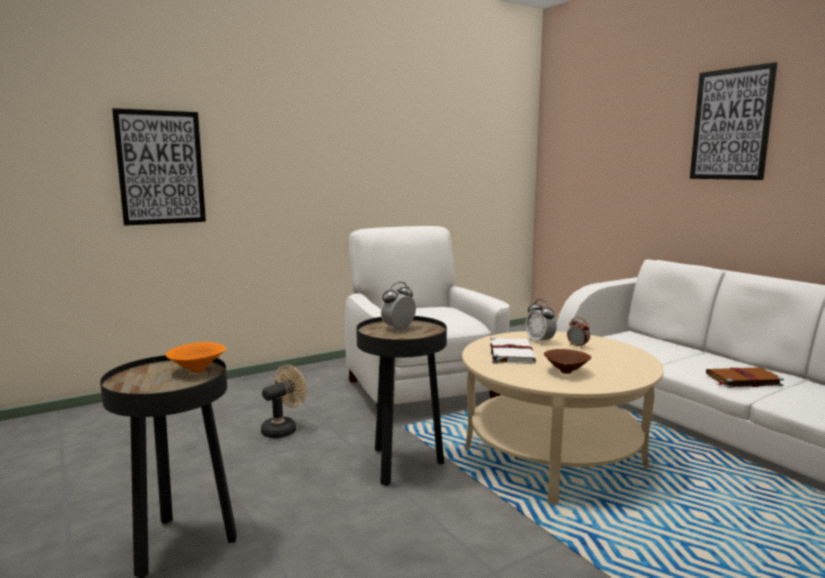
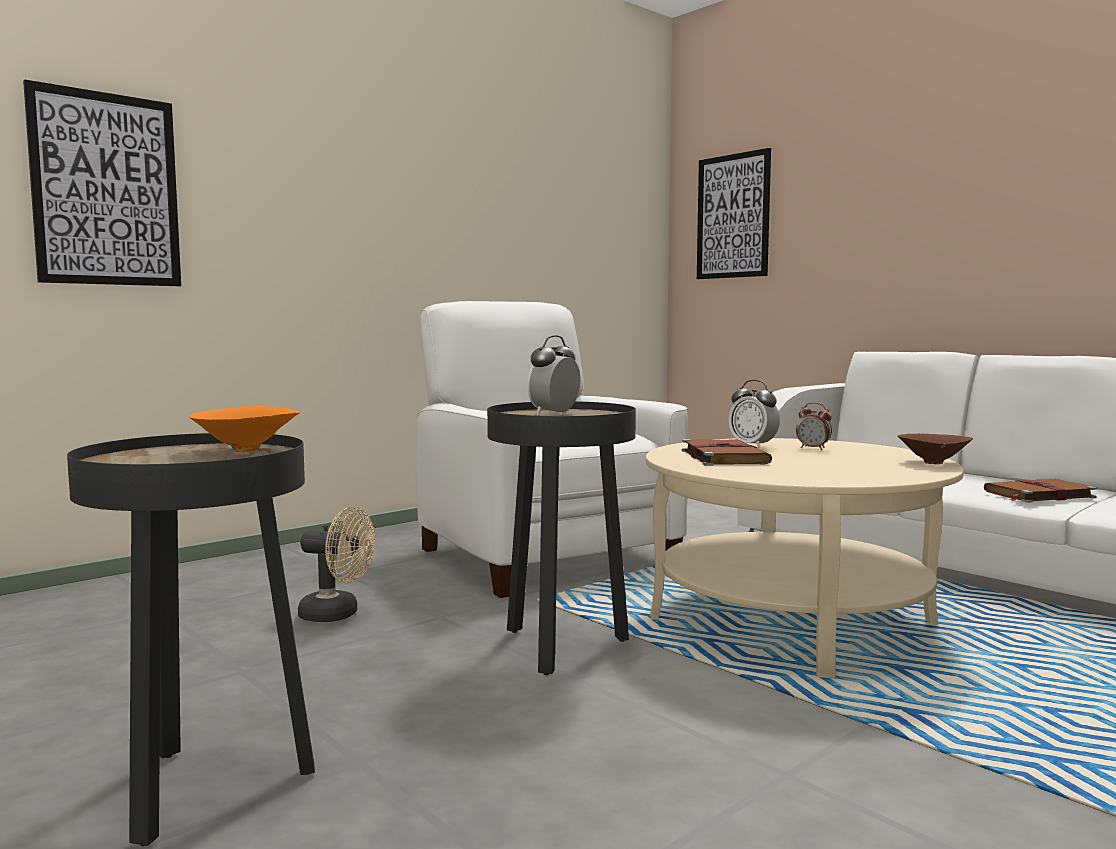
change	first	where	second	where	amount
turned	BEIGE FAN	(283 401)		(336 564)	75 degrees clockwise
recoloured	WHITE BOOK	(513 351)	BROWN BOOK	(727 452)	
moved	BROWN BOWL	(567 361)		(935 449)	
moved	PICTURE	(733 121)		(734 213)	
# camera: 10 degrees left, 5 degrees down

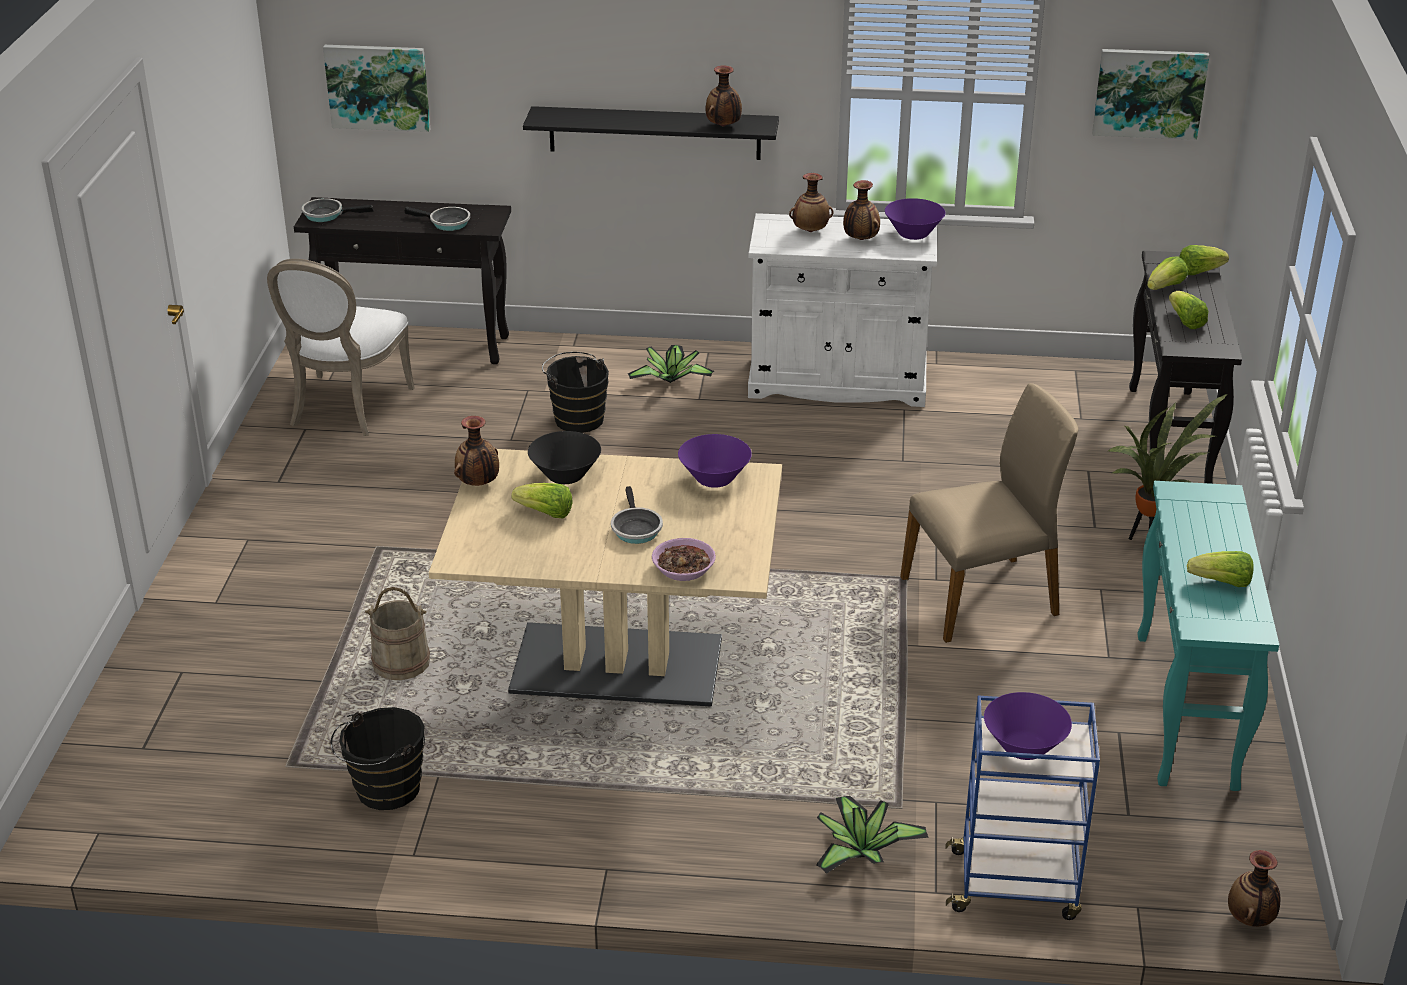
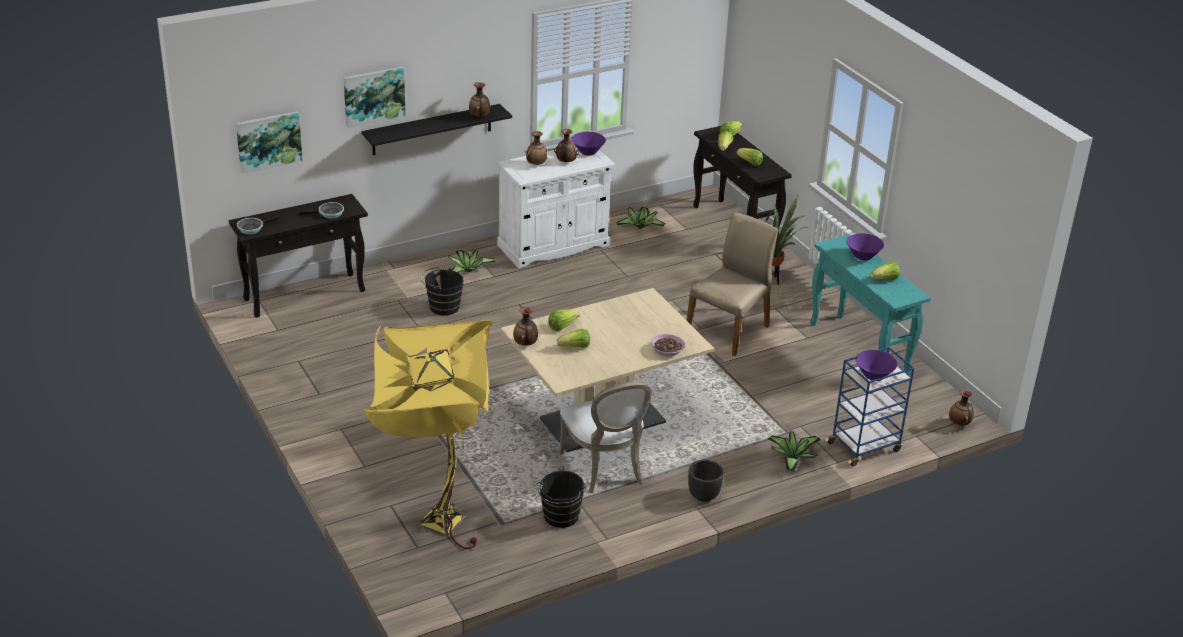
change	first	where	second	where	amount
moved	WHITE CHAIR	(341 347)		(605 437)	
removed	BEIGE BUCKET	(397 633)			
replaced	BLACK BOWL	(564 457)	LETTUCE	(563 320)	
removed	FRYING PAN	(637 515)			
moved	PURPLE BOWL	(715 461)		(865 246)	
moved	PICTURE	(1150 94)		(375 97)	
added			YELLOW FLOOR LAMP	(429 435)	
added			POTTED PLANT	(641 218)	
added			BLACK PLANTER	(706 481)	
# camera: 35 degrees left, 0 degrees up

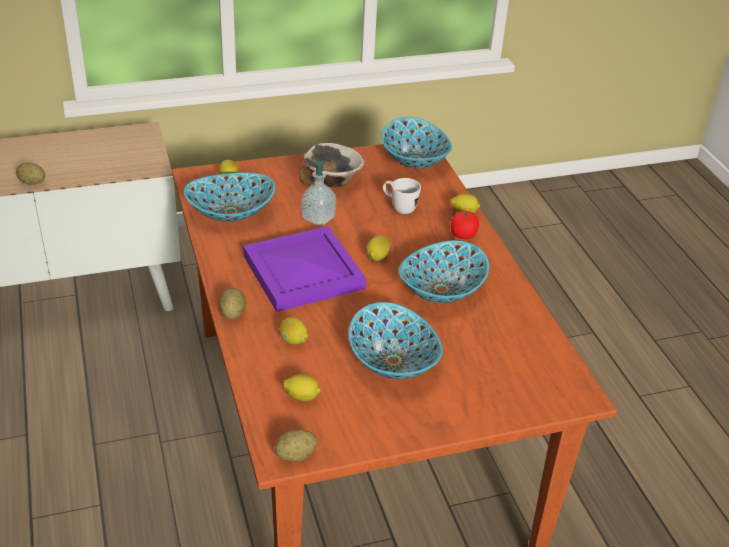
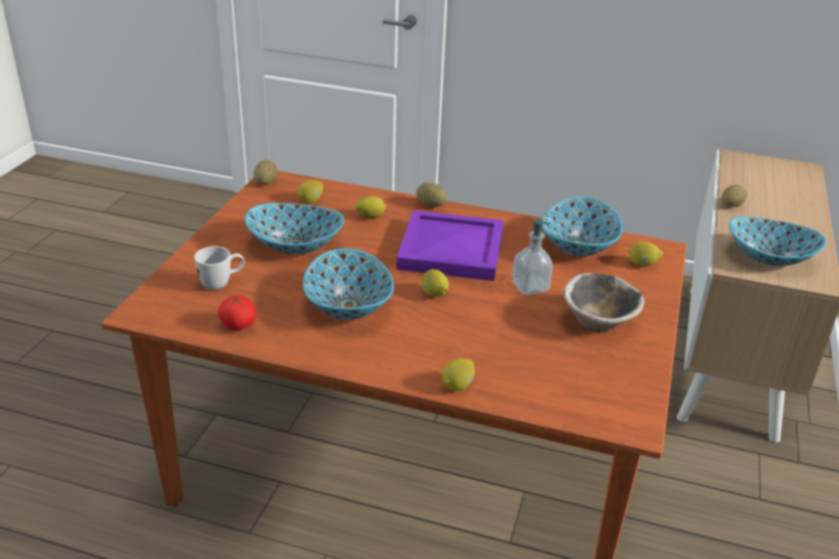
change	first	where	second	where	amount
moved	BOWL	(417 143)		(777 241)	
moved	WHITE MUG	(402 196)		(219 268)	
moved	TOMATO	(465 225)		(237 312)	
# camera: 125 degrees right, 5 degrees down

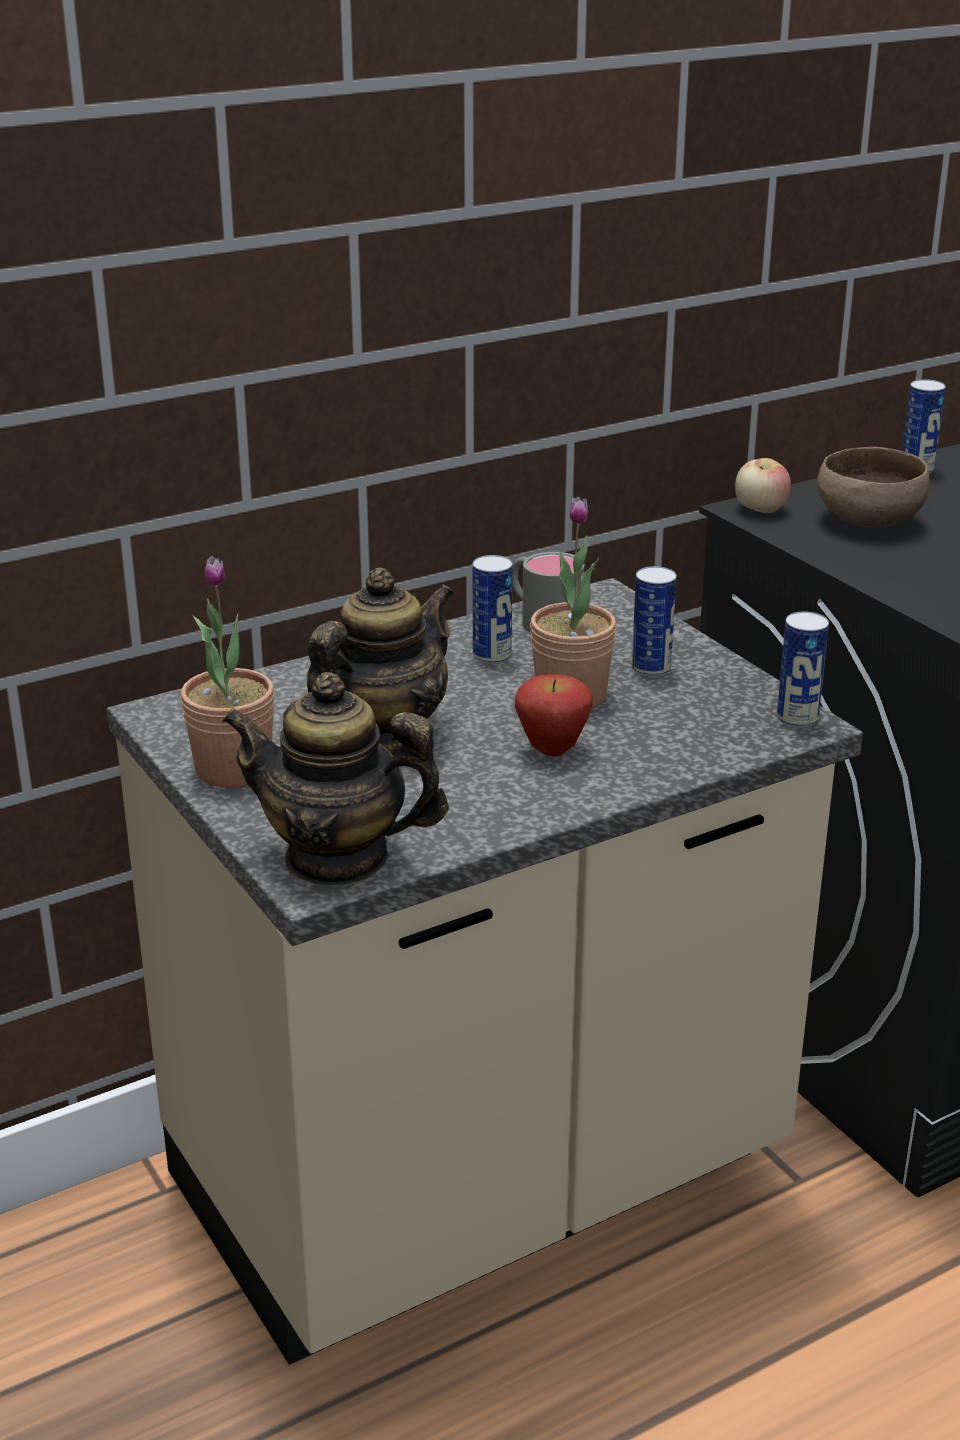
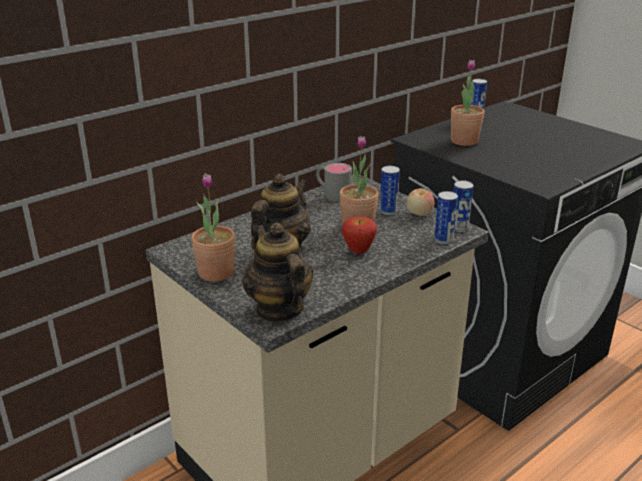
change	first	where	second	where	amount
turned	TEAPOT	(335 779)		(278 272)	60 degrees clockwise
moved	CAN	(493 609)		(446 217)	
moved	APPLE	(763 485)		(420 202)	
replaced	BROWN BOWL	(873 487)	POTTED PLANT	(468 103)	
# camera: 10 degrees left, 0 degrees up

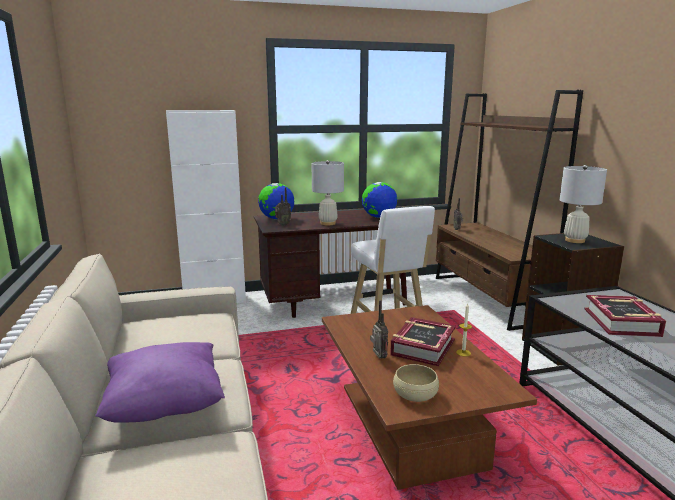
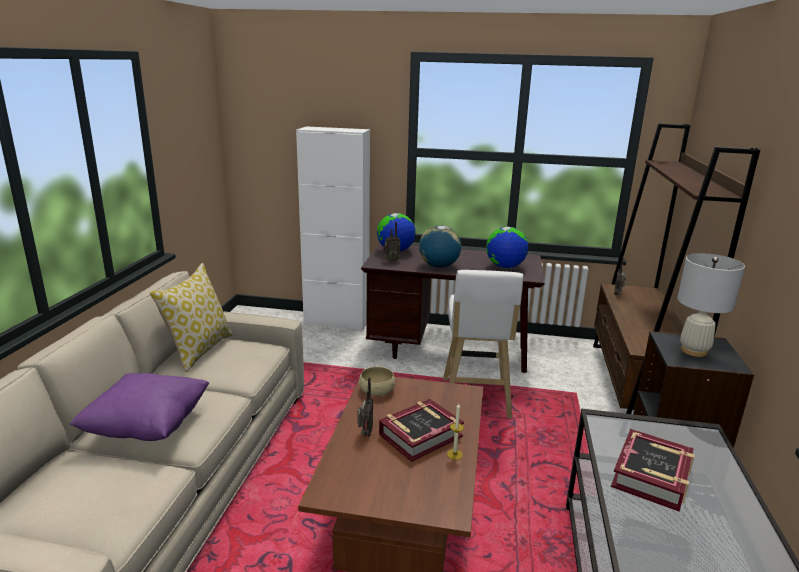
change	first	where	second	where	amount
replaced	WHITE TABLE LAMP	(327 192)	GLOBE	(440 247)	
moved	BEIGE BOWL	(416 383)		(377 381)	
added			PILLOW	(191 317)	
# camera: 25 degrees right, 5 degrees up

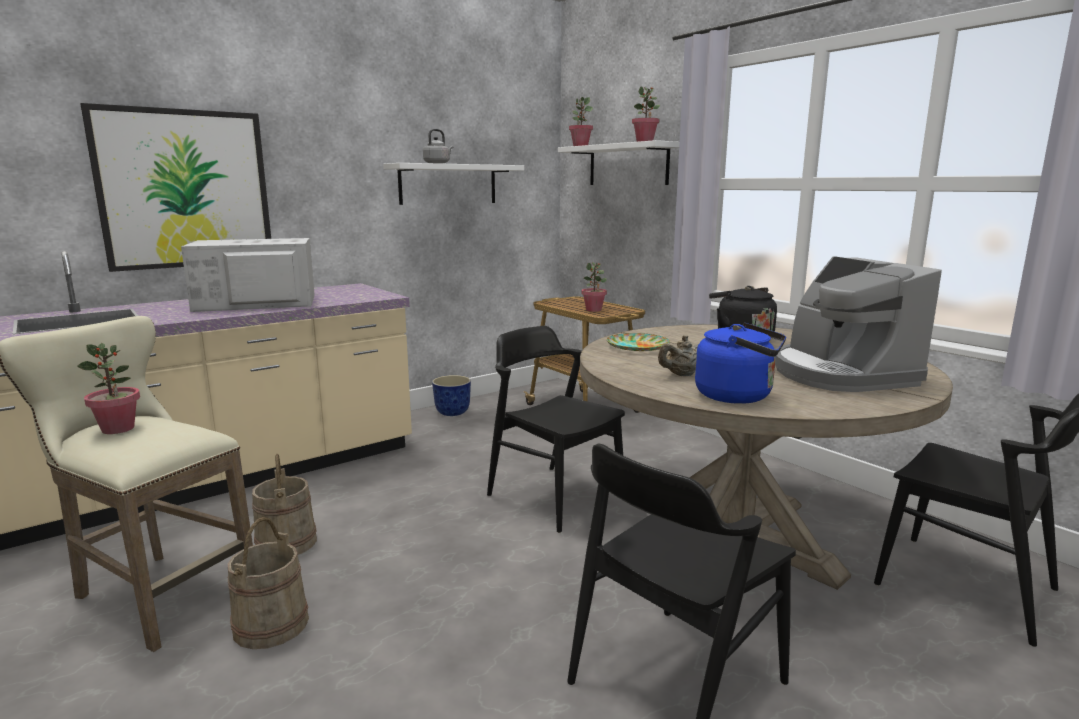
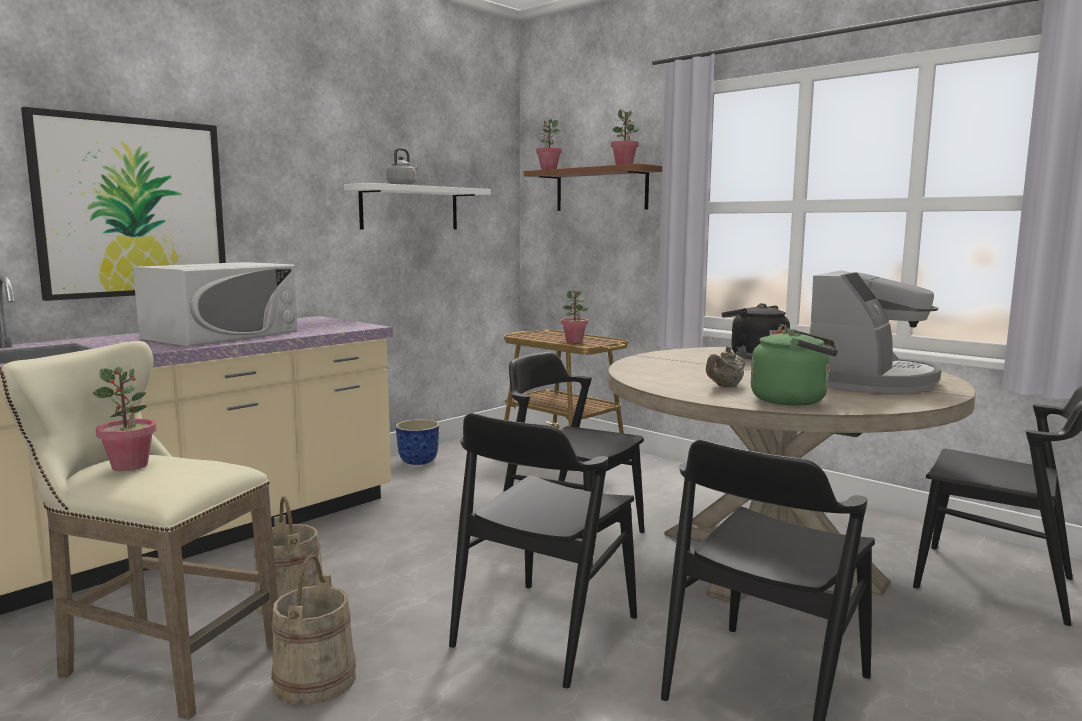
change	first	where	second	where	amount
turned	WHITE MICROWAVE	(248 275)		(215 304)	150 degrees clockwise
recoloured	WHITE SHELF	(619 162)	BROWN SHELF	(593 187)	
removed	PLATE	(638 342)			
recoloured	BLUE KETTLE	(740 363)	GREEN KETTLE	(794 367)	
turned	COFFEE MACHINE	(858 324)		(875 331)	120 degrees counterclockwise
added			BLACK CHAIR	(543 551)	
# camera: 10 degrees left, 5 degrees down

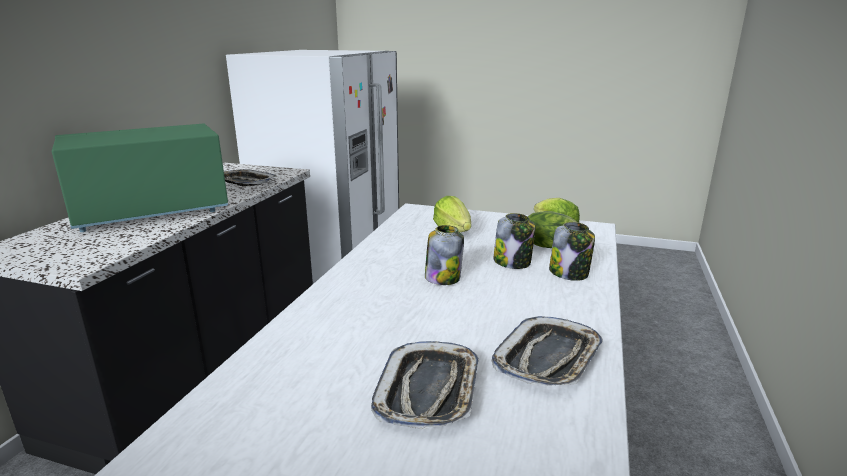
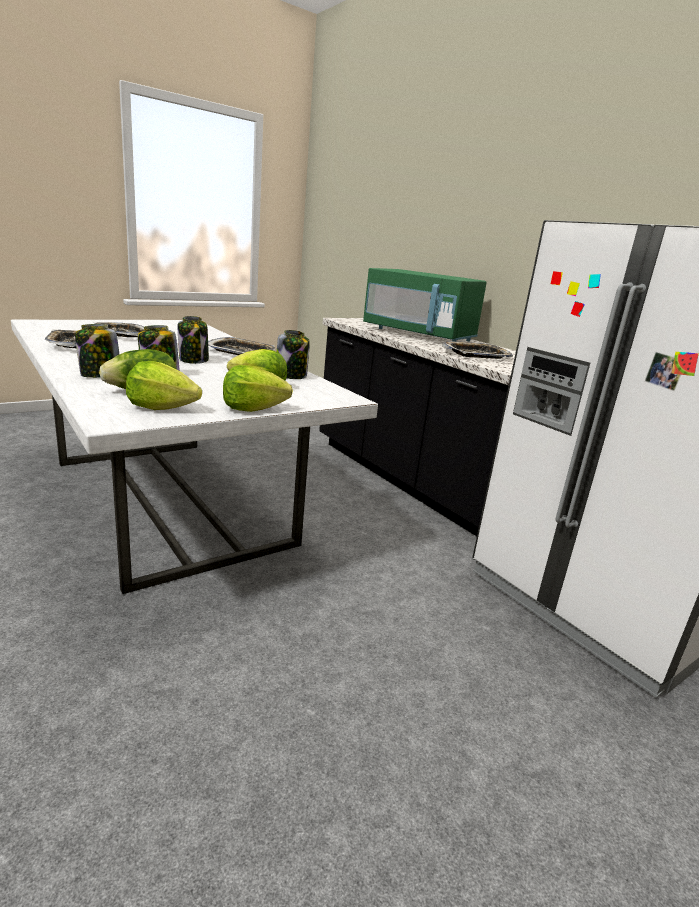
change	first	where	second	where	amount
turned	GREEN MICROWAVE	(140 177)		(425 304)	120 degrees clockwise
added			TRAY	(241 346)	
added			LETTUCE	(258 388)	
added			JAR	(293 354)	
# camera: 125 degrees right, 0 degrees up

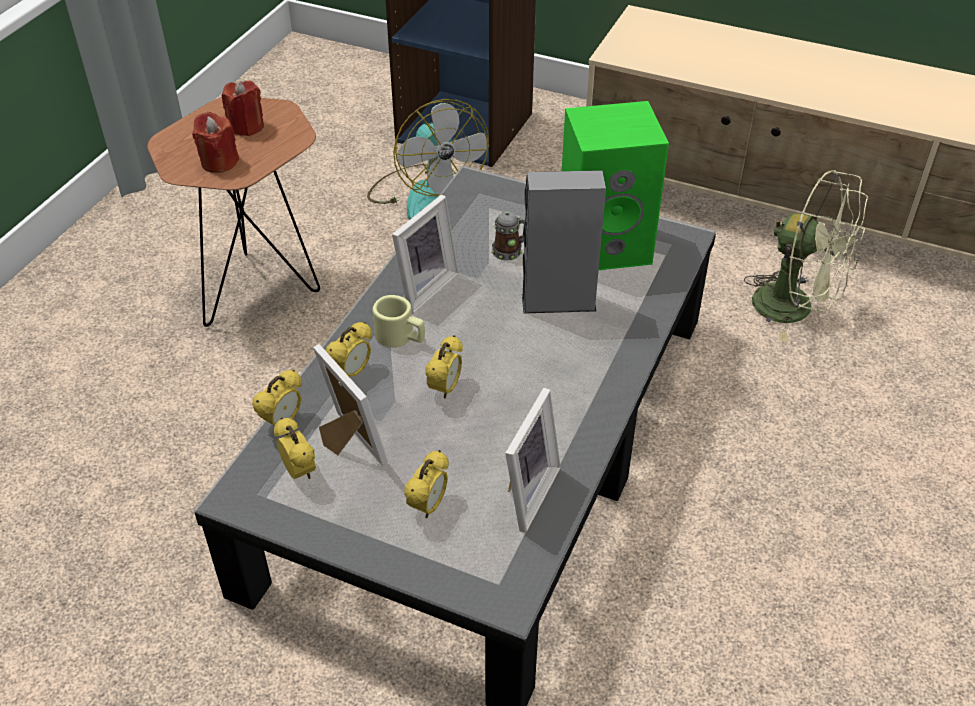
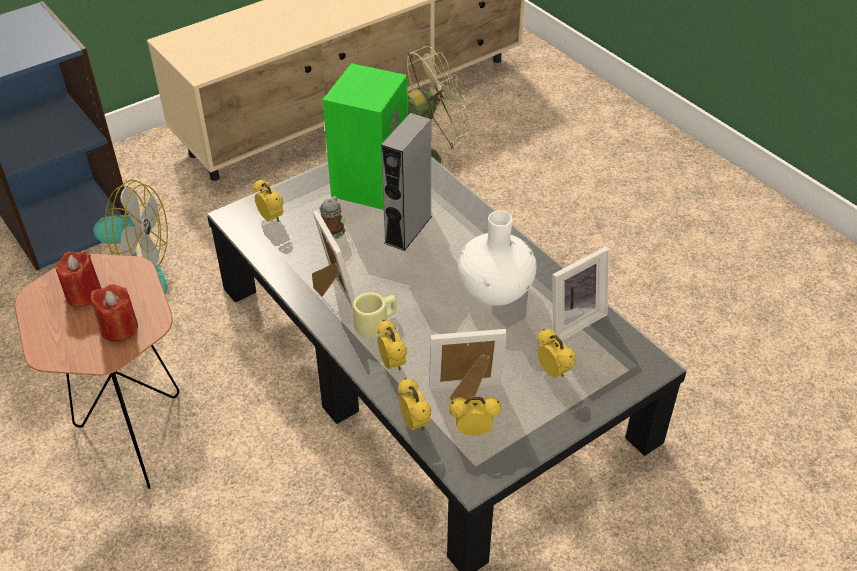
change	first	where	second	where	amount
moved	ALARM CLOCK	(444 367)		(268 201)	
turned	PICTURE FRAME	(533 460)		(580 293)	90 degrees clockwise
added			WHITE VASE	(497 258)	
# camera: 60 degrees left, 0 degrees up

